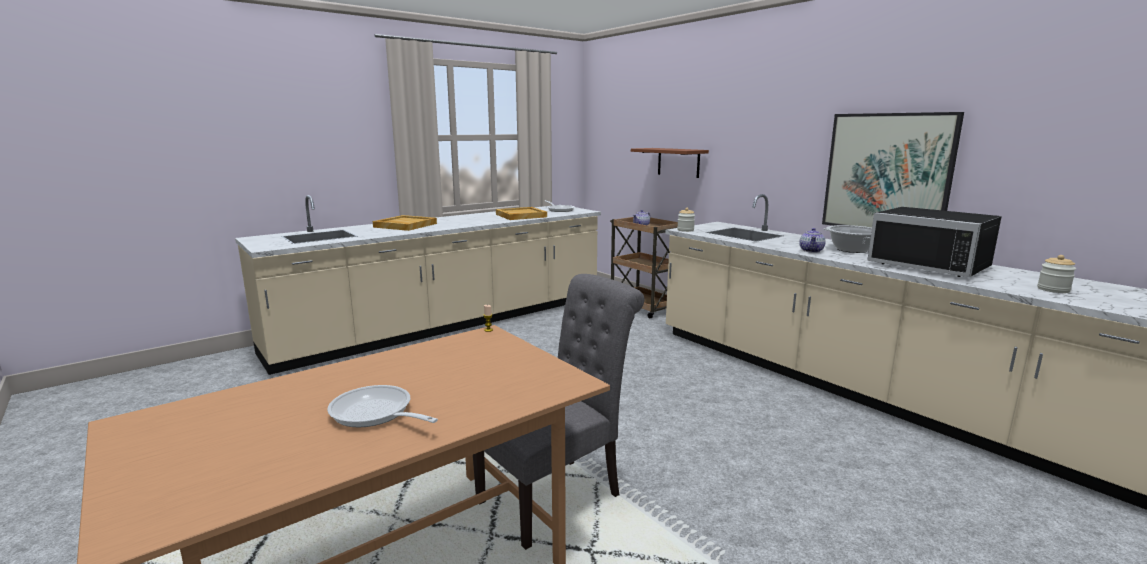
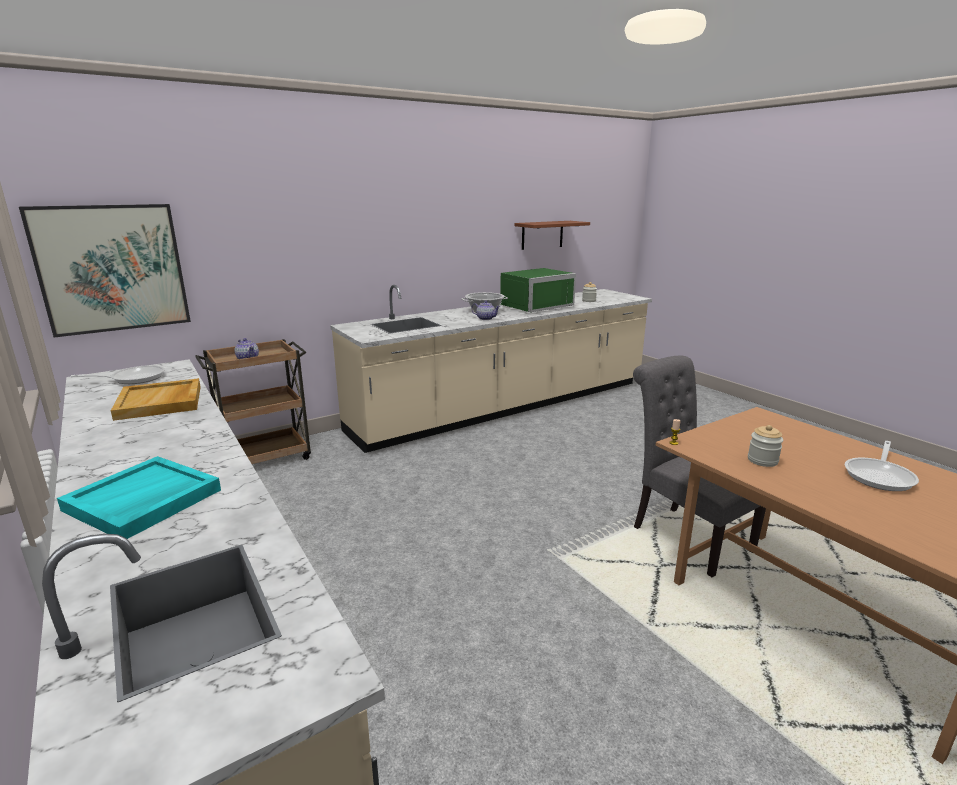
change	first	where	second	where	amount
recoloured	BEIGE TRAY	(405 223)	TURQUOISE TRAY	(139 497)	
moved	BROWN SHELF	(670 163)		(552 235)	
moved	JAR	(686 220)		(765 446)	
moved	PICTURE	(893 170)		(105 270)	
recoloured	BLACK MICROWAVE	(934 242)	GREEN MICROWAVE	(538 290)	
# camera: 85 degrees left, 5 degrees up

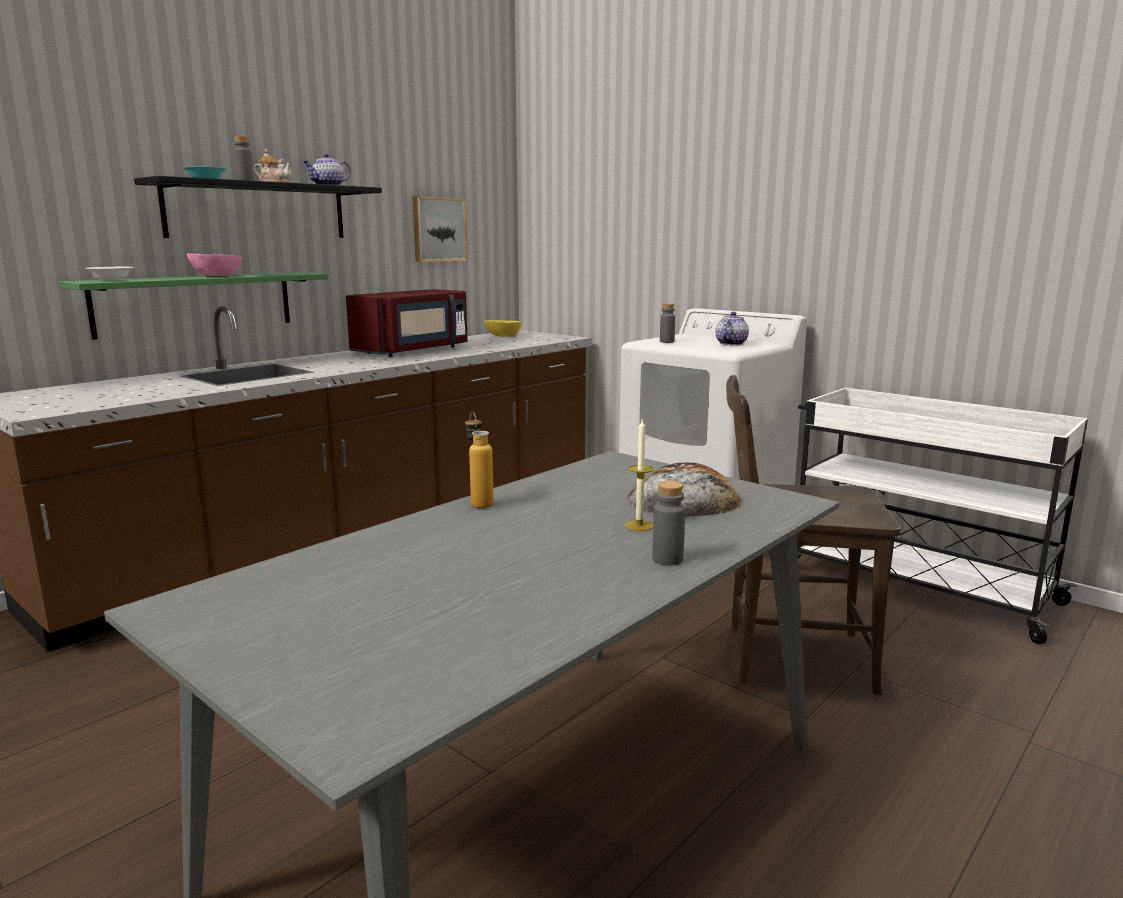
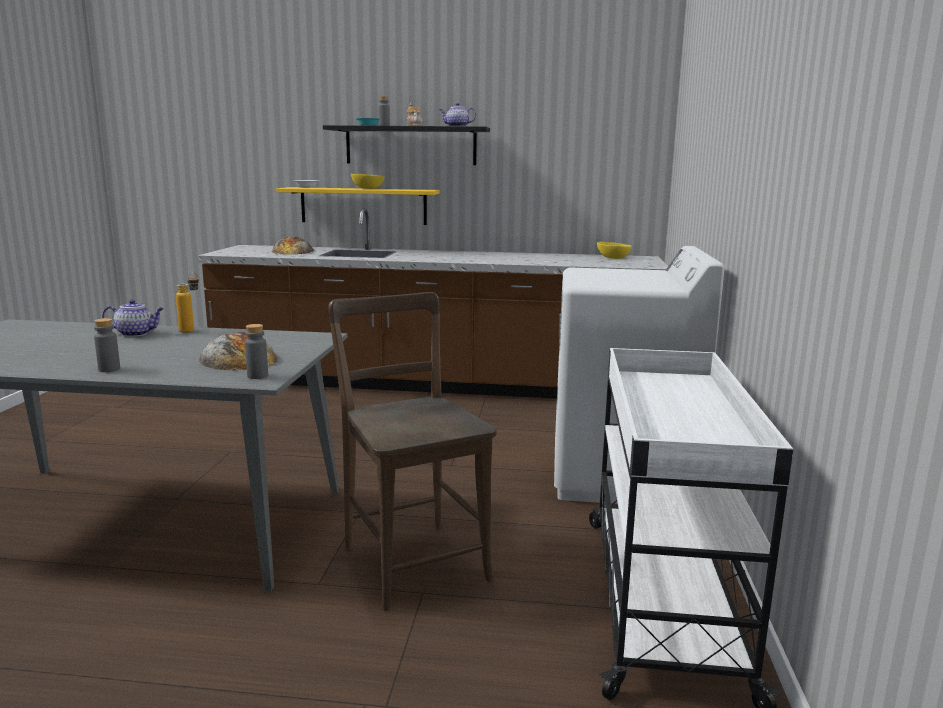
change	first	where	second	where	amount
recoloured	GREEN SHELF	(193 306)	YELLOW SHELF	(357 206)	
recoloured	PINK BOWL	(214 264)	YELLOW BOWL	(368 181)	
removed	RED MICROWAVE	(407 323)			
removed	PICTURE	(440 229)			
removed	CANDLE	(639 474)			
moved	GREY BOTTLE	(667 323)		(256 351)	
moved	TEAPOT	(732 328)		(133 318)	
added			BREAD	(293 246)	
# camera: 55 degrees right, 0 degrees up

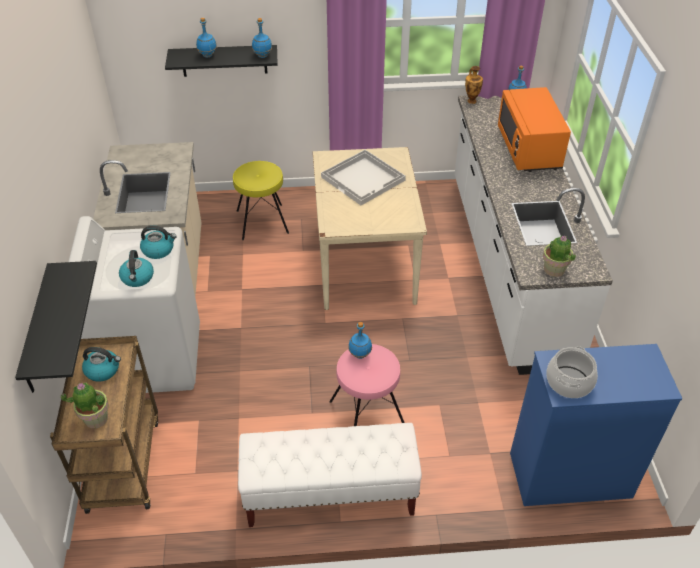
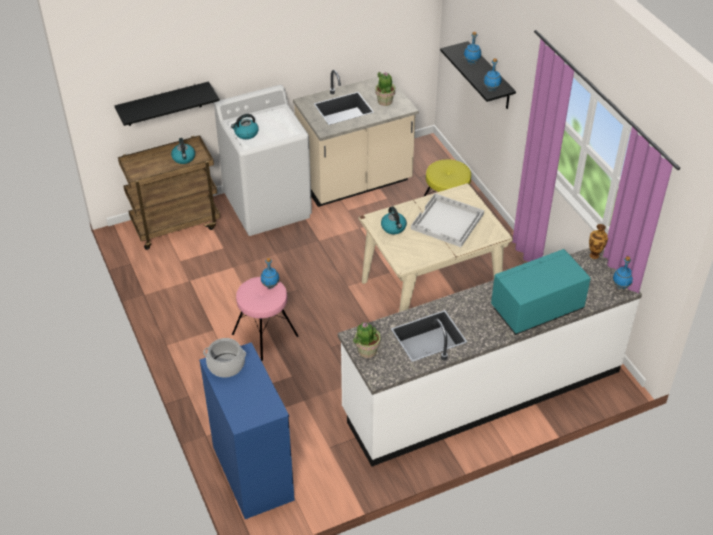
change	first	where	second	where	amount
moved	POTTED PLANT	(85 405)		(385 89)	
moved	KETTLE	(158 242)		(394 220)	
removed	WHITE BENCH	(330 475)			
recoloured	ORANGE MICROWAVE	(534 129)	TURQUOISE MICROWAVE	(541 292)	
# camera: 70 degrees right, 0 degrees up

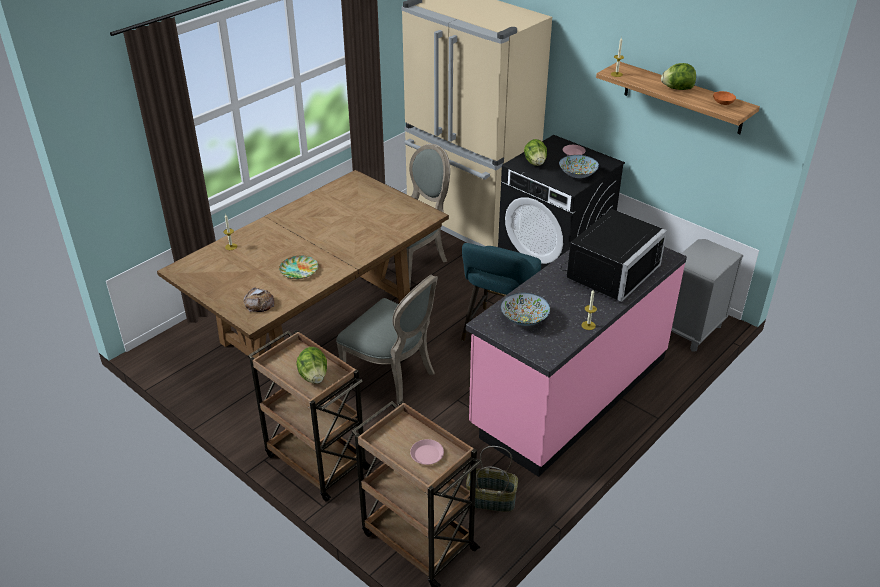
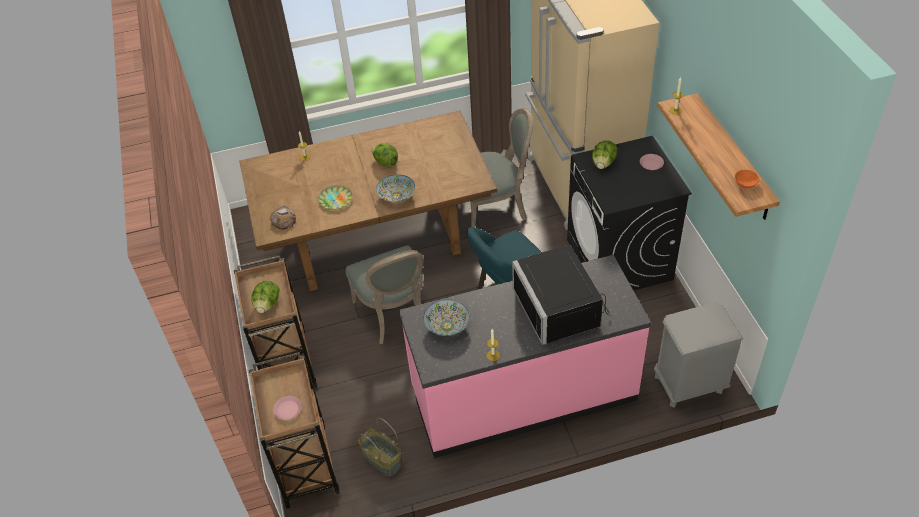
change	first	where	second	where	amount
moved	BOWL	(579 166)		(395 188)	
turned	BLACK MICROWAVE	(613 255)		(560 294)	90 degrees clockwise
moved	LETTUCE	(678 76)		(385 155)	
# camera: 35 degrees right, 10 degrees up

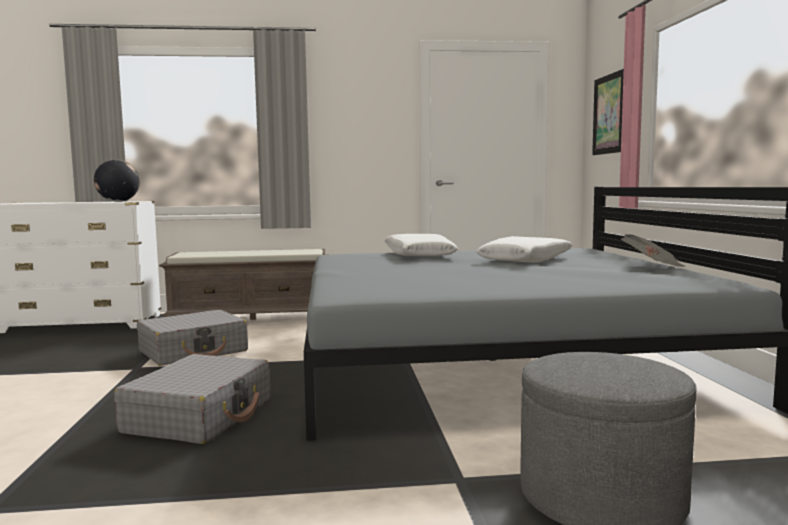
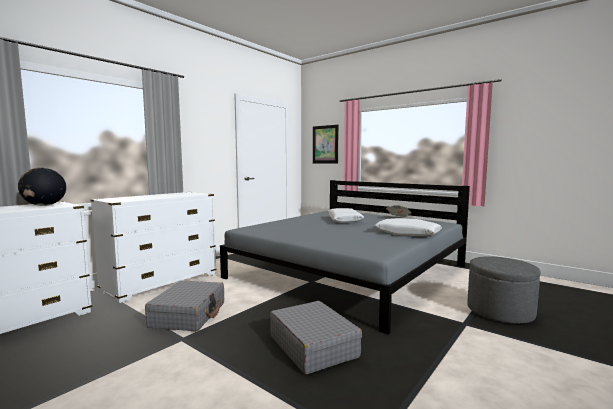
change	first	where	second	where	amount
replaced	BROWN BENCH	(244 284)	WHITE DRESSER	(153 247)	
moved	WHITE PILLOW	(421 245)		(408 227)	
# camera: 45 degrees left, 0 degrees up

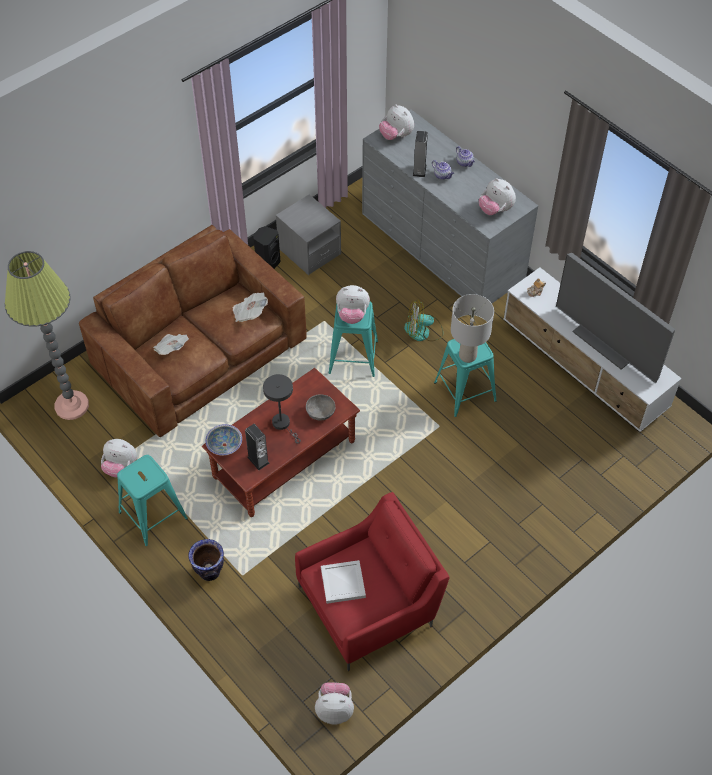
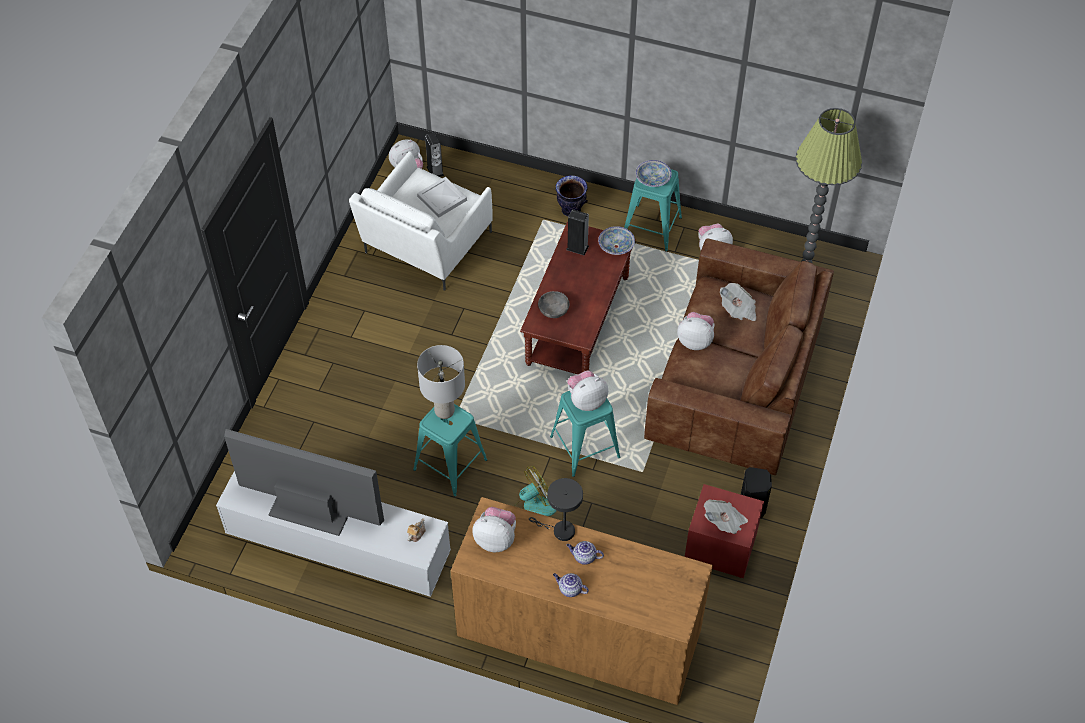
change	first	where	second	where	amount
moved	NEWSPAPER	(250 307)		(726 517)	
moved	GREY TABLE LAMP	(282 409)		(556 509)	
recoloured	GREY NIGHTSTAND	(308 234)	RED NIGHTSTAND	(724 531)	
recoloured	RED ARMCHAIR	(372 581)	WHITE ARMCHAIR	(421 221)	
recoloured	GREY DRESSER	(450 206)	BROWN DRESSER	(582 601)	
moved	PLUSH TOY	(396 122)		(696 331)	
moved	SPEAKER	(420 154)		(434 155)	
added			BOWL	(654 173)	
# camera: 150 degrees right, 0 degrees up

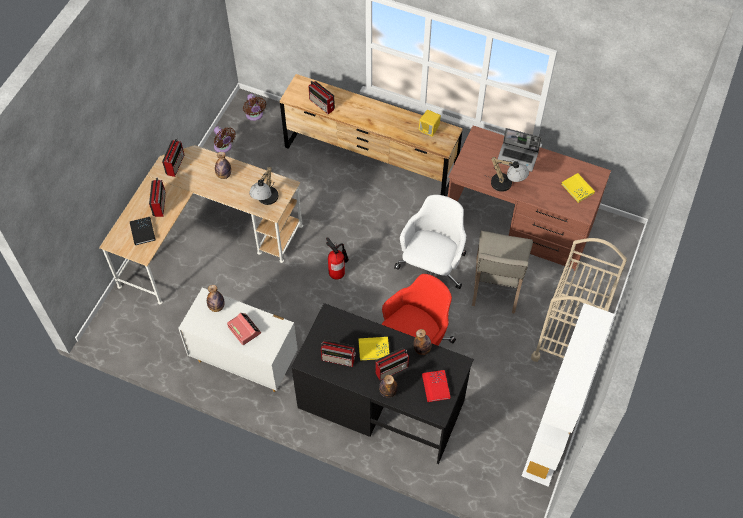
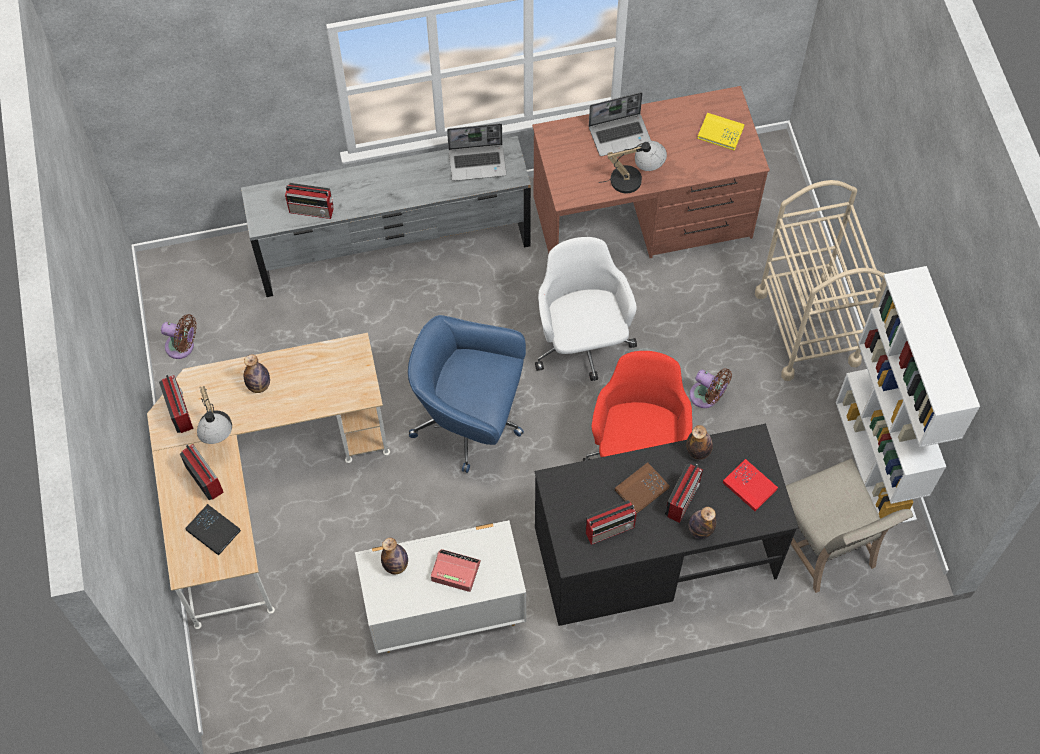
change	first	where	second	where	amount
moved	BROWN FAN	(254 107)		(710 388)	
moved	TABLE LAMP	(263 185)		(214 415)	
recoloured	BROWN DRESSER	(371 135)	GREY DRESSER	(386 216)	
replaced	FIRE EXTINGUISHER	(337 258)	BLUE OFFICE CHAIR	(467 394)	
recoloured	YELLOW BOOK	(374 349)	BROWN BOOK	(642 488)	
replaced	YELLOW SPEAKER	(430 123)	LAPTOP	(476 152)	
moved	BEIGE CHAIR	(502 272)		(849 525)	
# camera: 35 degrees left, 5 degrees up

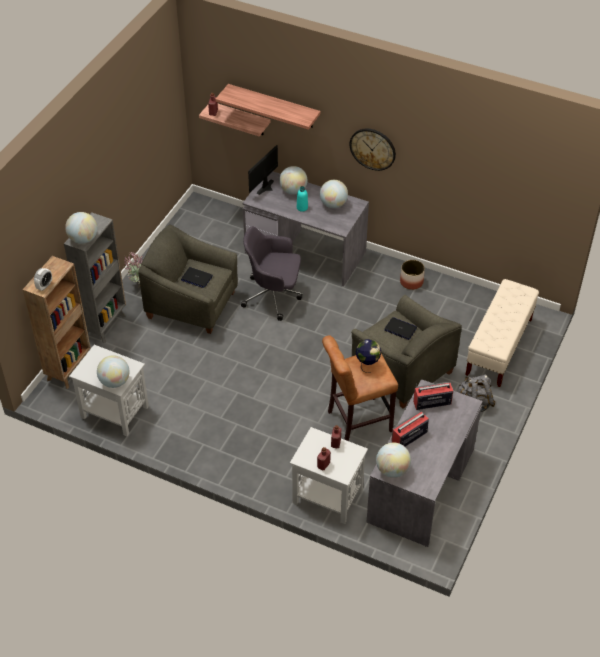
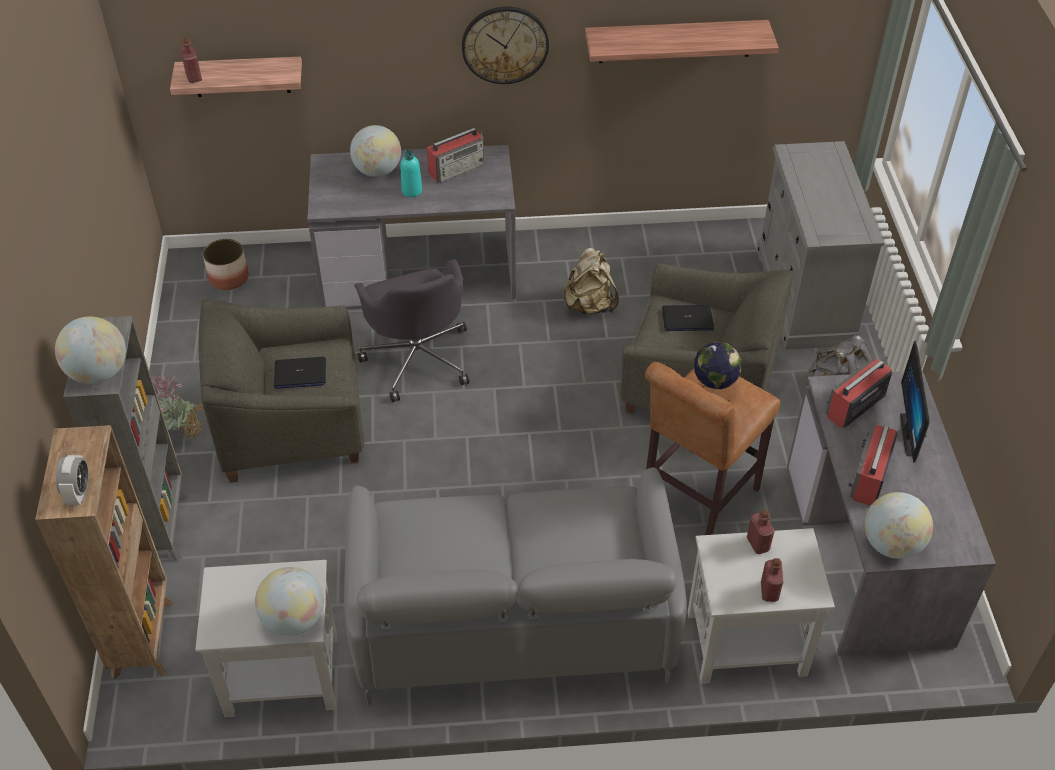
change	first	where	second	where	amount
moved	SHELF	(268 107)		(682 41)	
turned	GREY OFFICE CHAIR	(271 273)		(411 330)	90 degrees counterclockwise
moved	MONITOR	(263 170)		(915 401)	
replaced	GLOBE	(334 194)	RADIO	(455 155)	
moved	PLANTER	(412 275)		(226 264)	
replaced	BEIGE BENCH	(502 333)	GREY DRESSER	(820 245)	
added			GREY SOFA	(515 586)	
added			BEIGE BACKPACK	(591 281)	
# camera: 30 degrees left, 0 degrees up

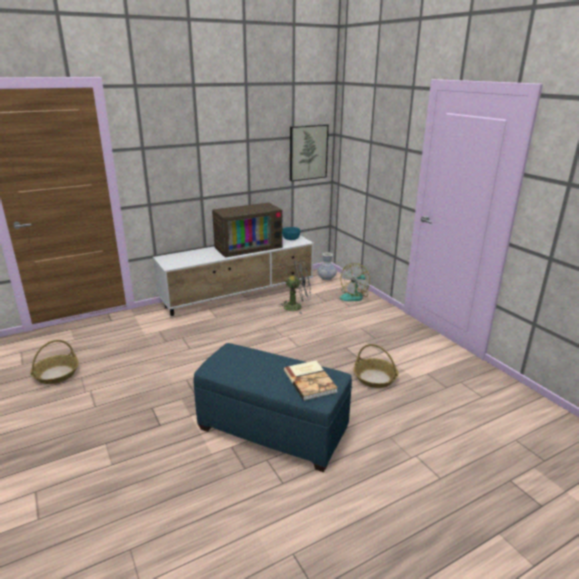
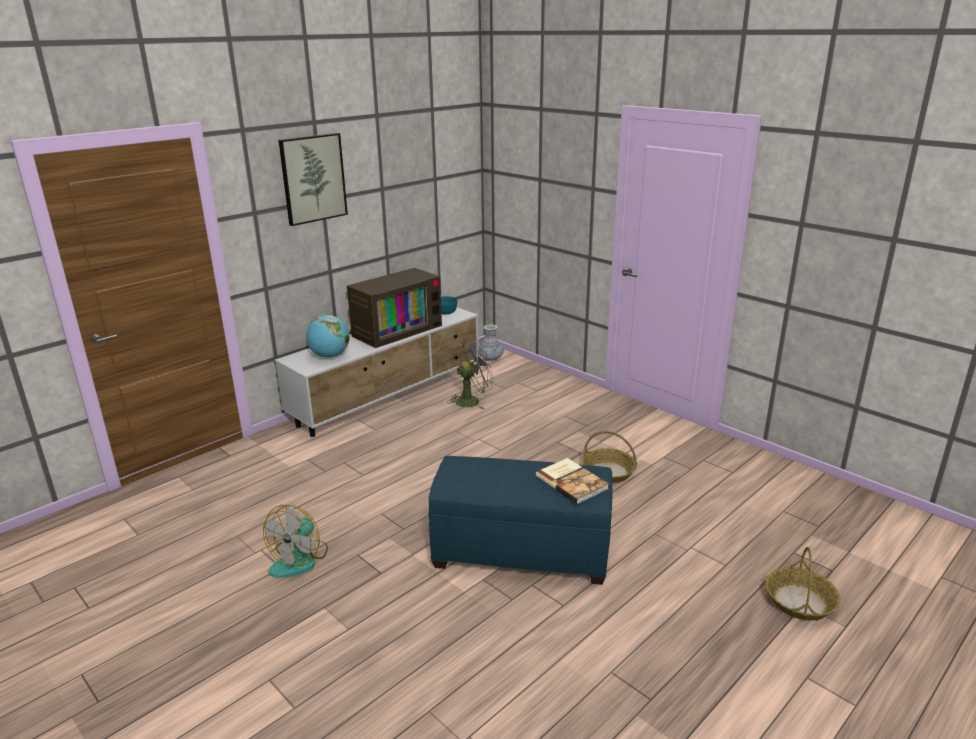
change	first	where	second	where	amount
moved	BASKET	(54 362)		(803 584)	
moved	PICTURE	(309 153)		(313 179)	
moved	FAN	(355 282)		(295 541)	
added			GLOBE	(328 336)	
# camera: 15 degrees left, 0 degrees up

